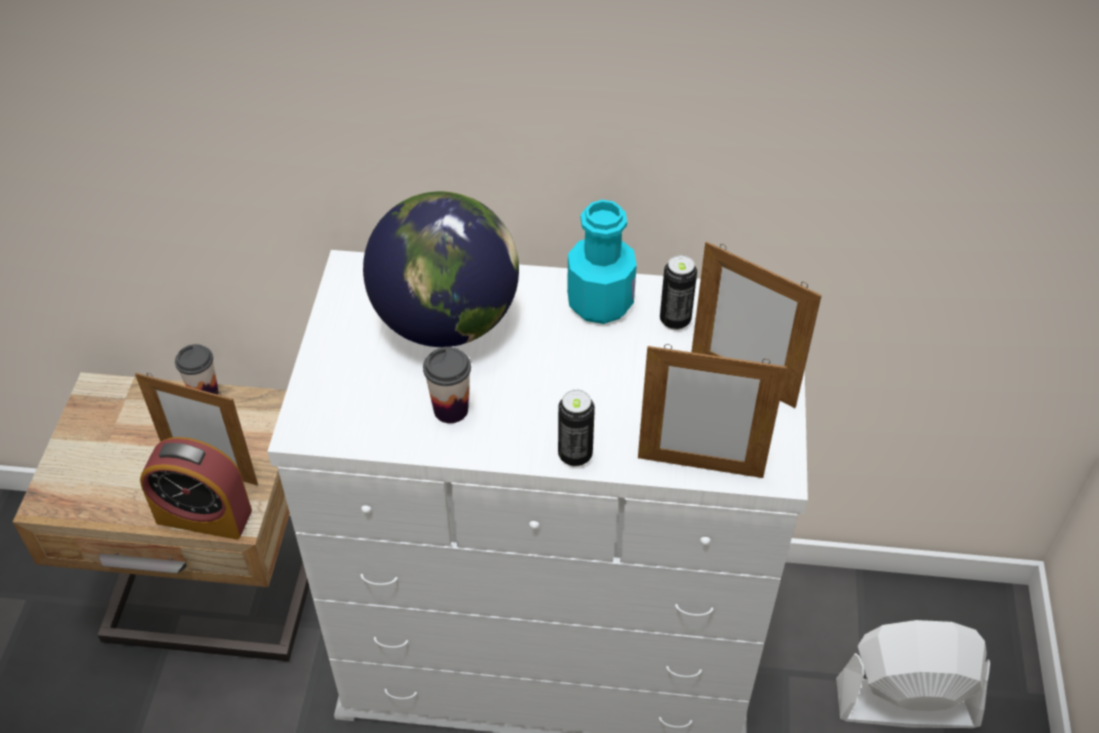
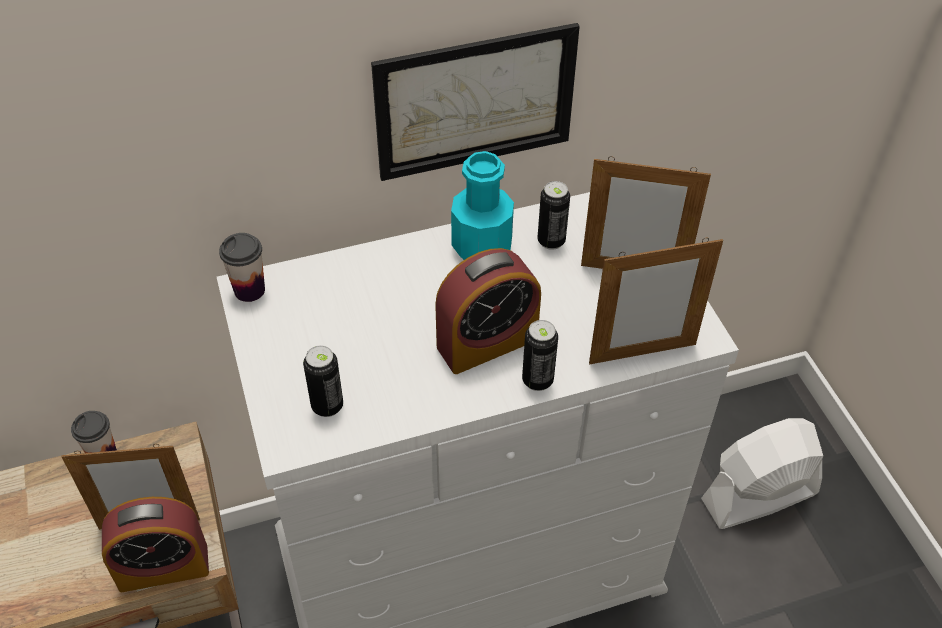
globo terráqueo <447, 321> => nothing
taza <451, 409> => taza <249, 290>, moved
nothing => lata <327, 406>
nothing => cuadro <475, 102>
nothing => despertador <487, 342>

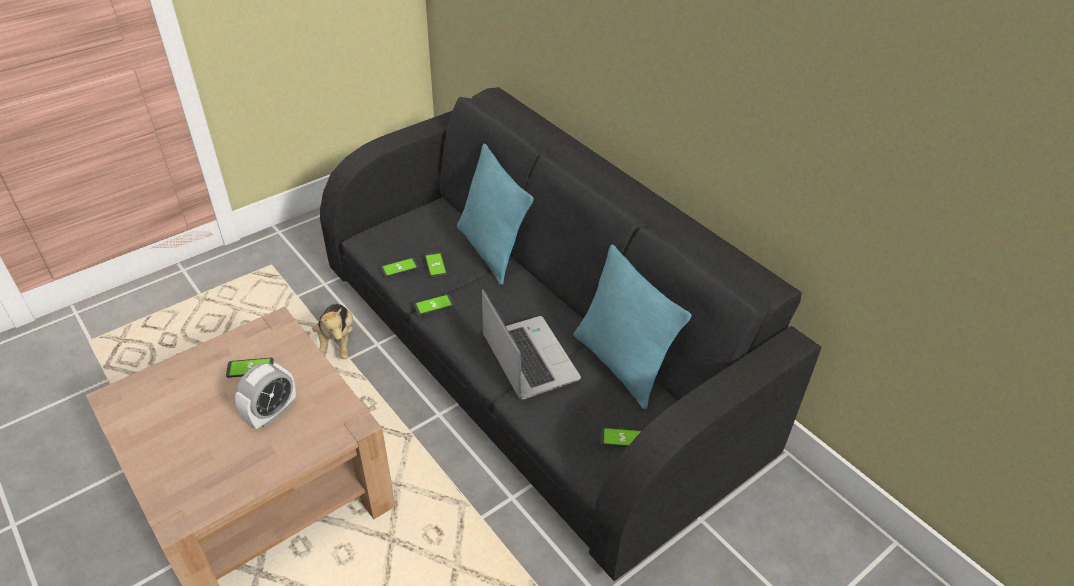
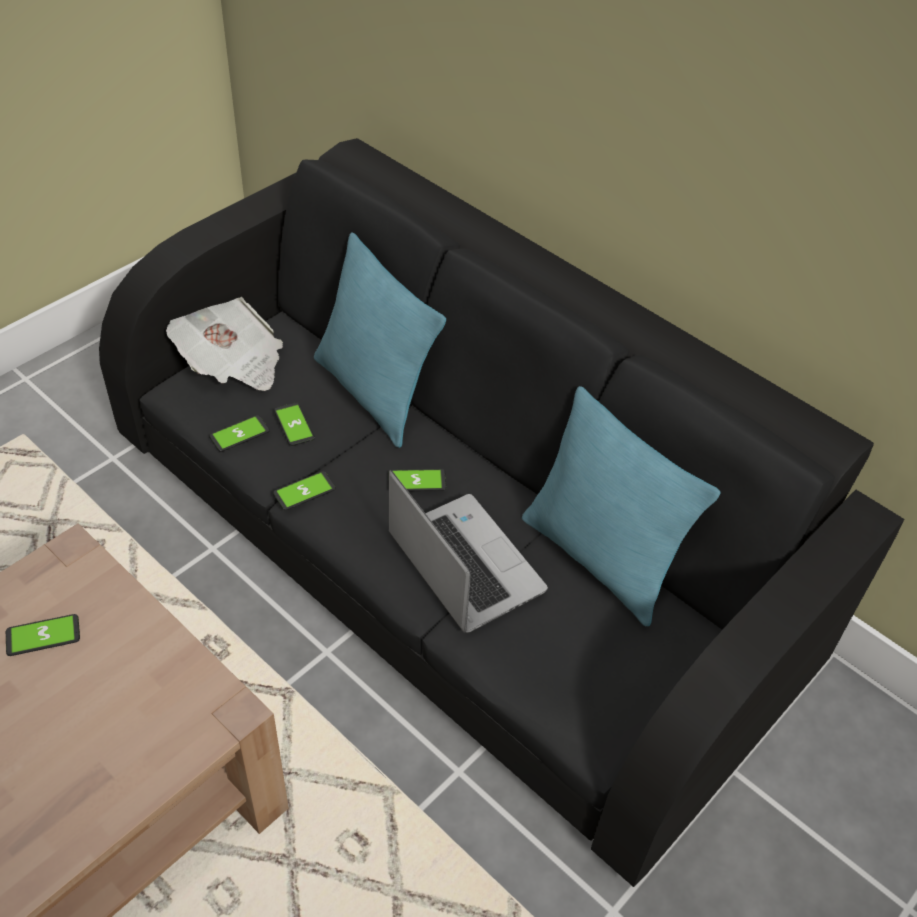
despertador <271, 413> => nothing
peluche <337, 342> => nothing
móvil <622, 438> => móvil <417, 481>, moved
nothing => periódico <230, 362>

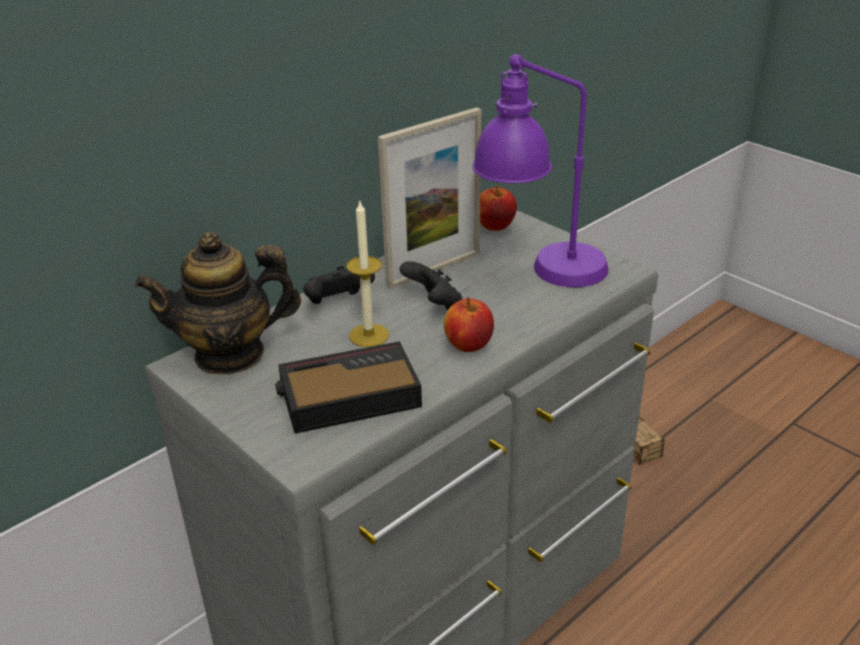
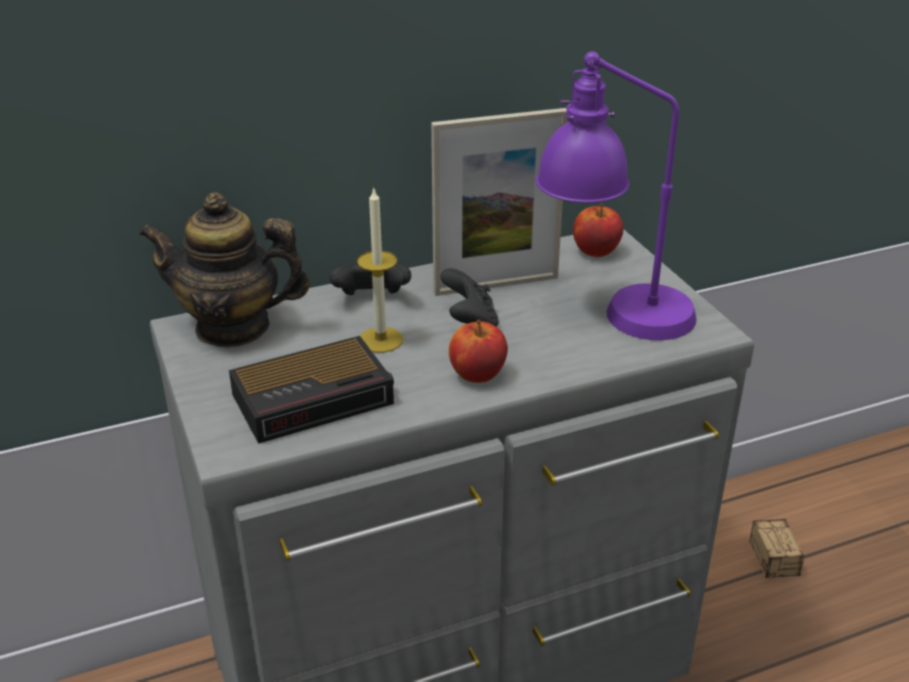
despertador <347, 397> => despertador <316, 398>, 150 degrees clockwise

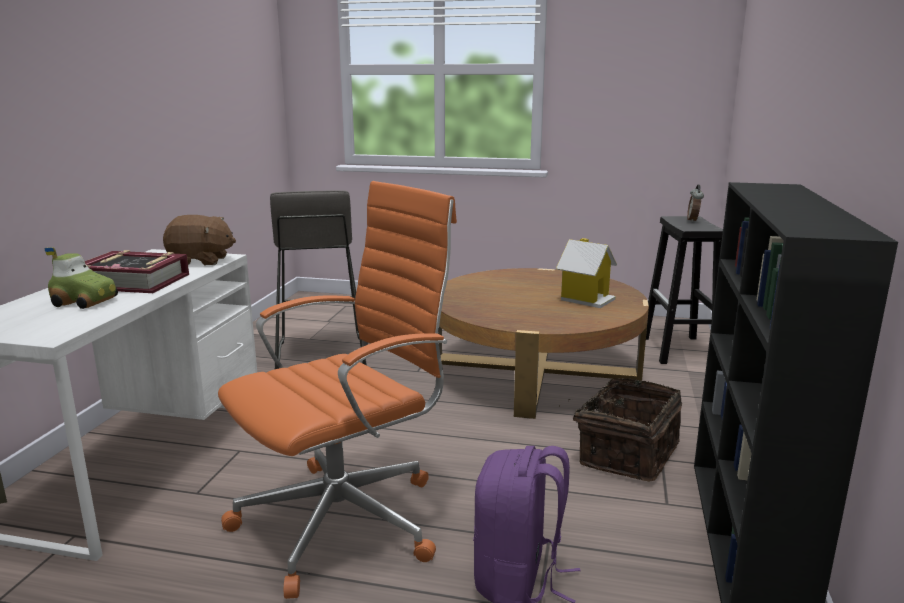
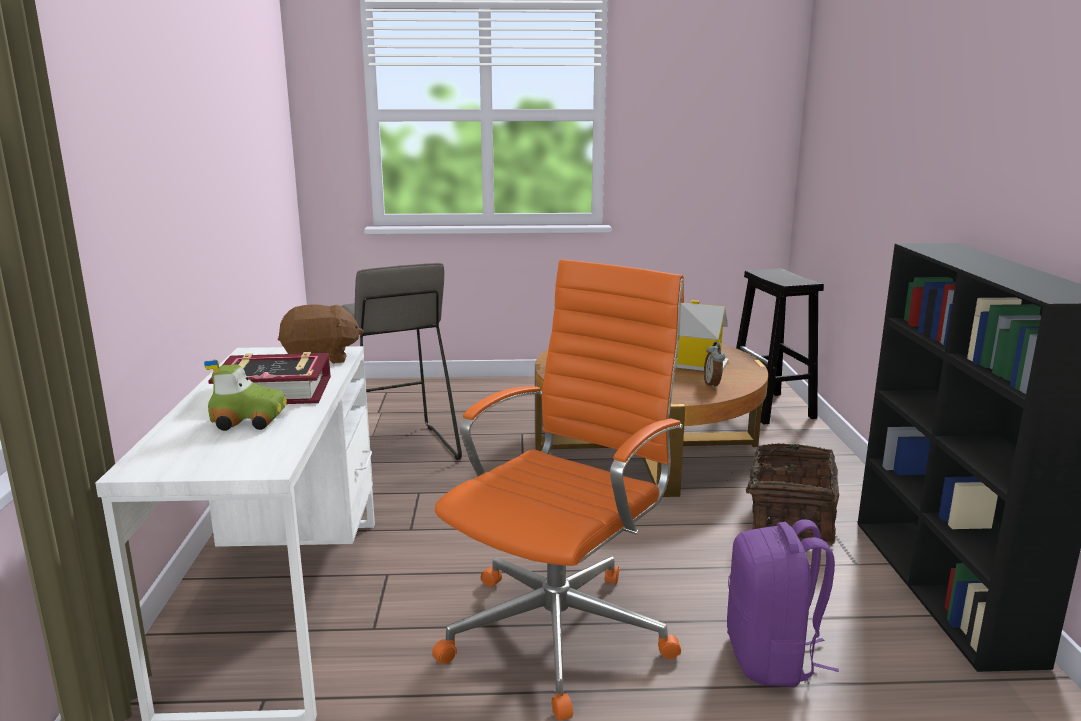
despertador <693, 220> => despertador <713, 385>, moved

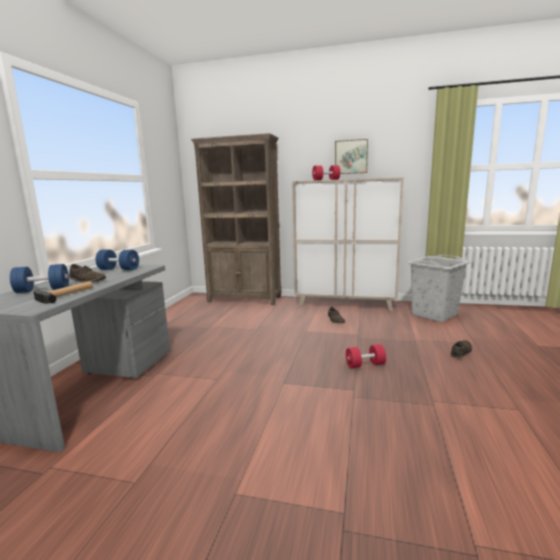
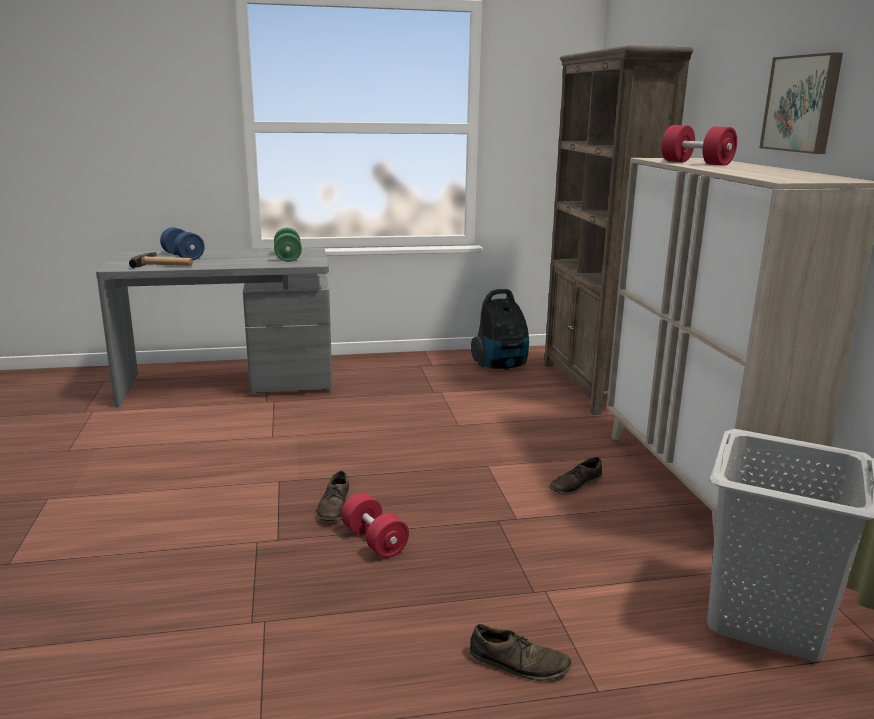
zapato [marrón] <87, 280> => zapato [marrón] <334, 507>, moved
mancuerna [azul] <119, 269> => mancuerna [verde] <288, 257>
nothing => aspiradora <501, 366>

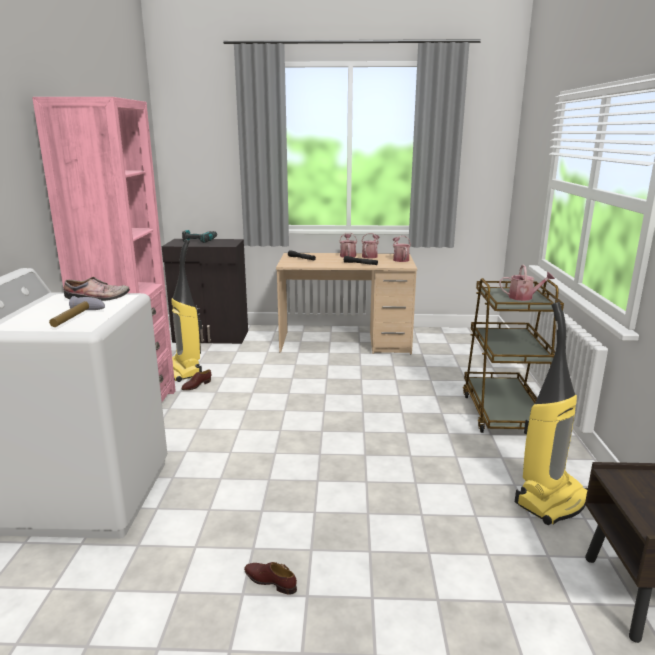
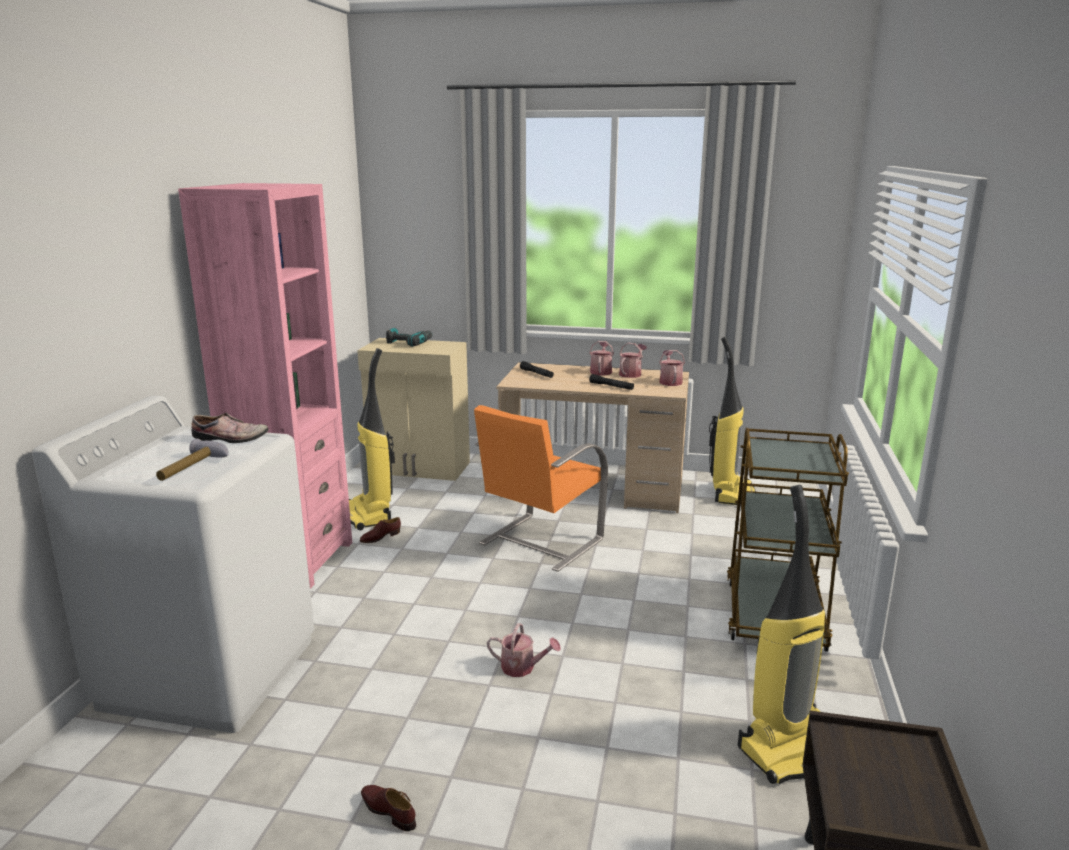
armario [negro] <211, 337> => armario [beis] <420, 468>
regadera <524, 297> => regadera <522, 668>, moved
nothing => silla [naranja] <539, 542>
nothing => aspiradora <731, 494>

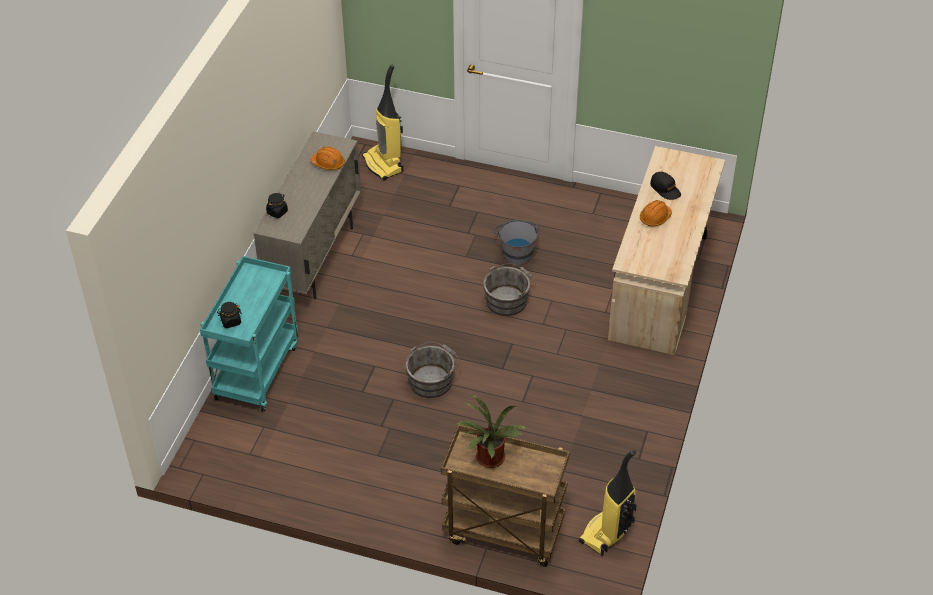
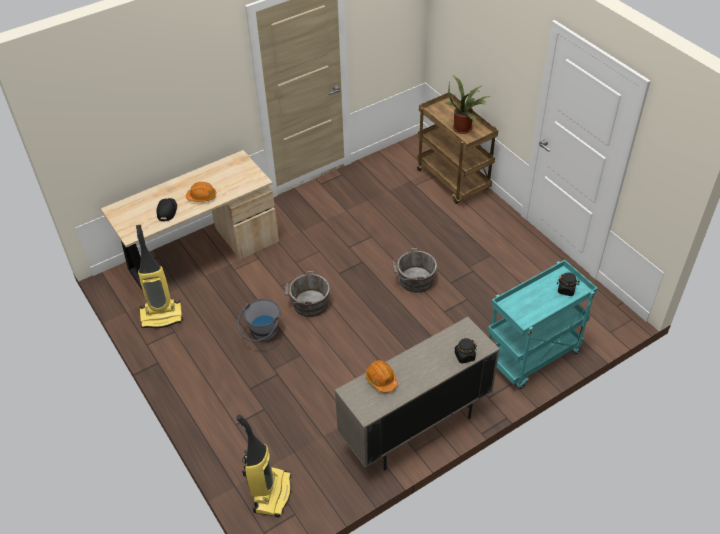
aspiradora <607, 533> => aspiradora <162, 316>, moved

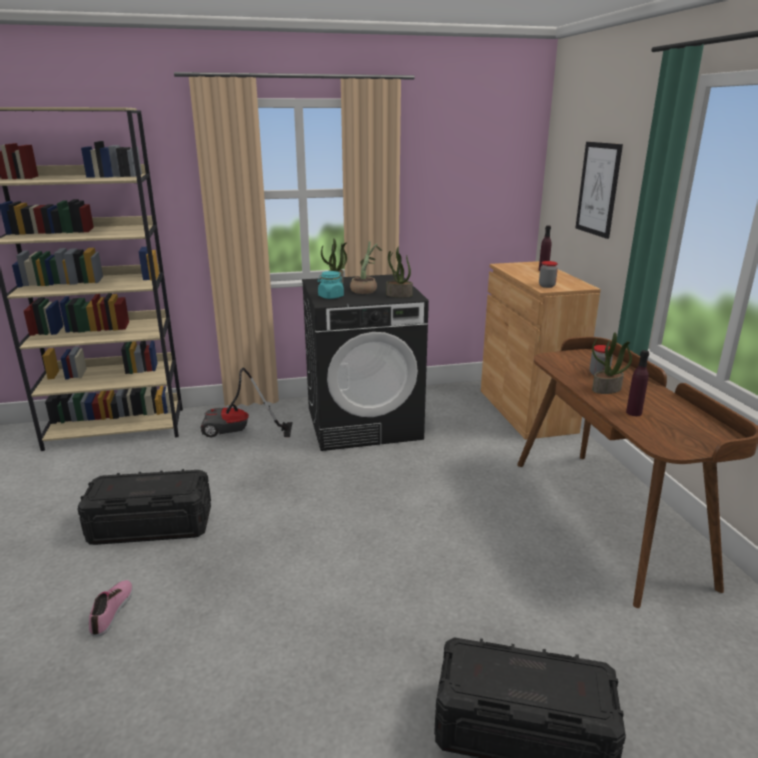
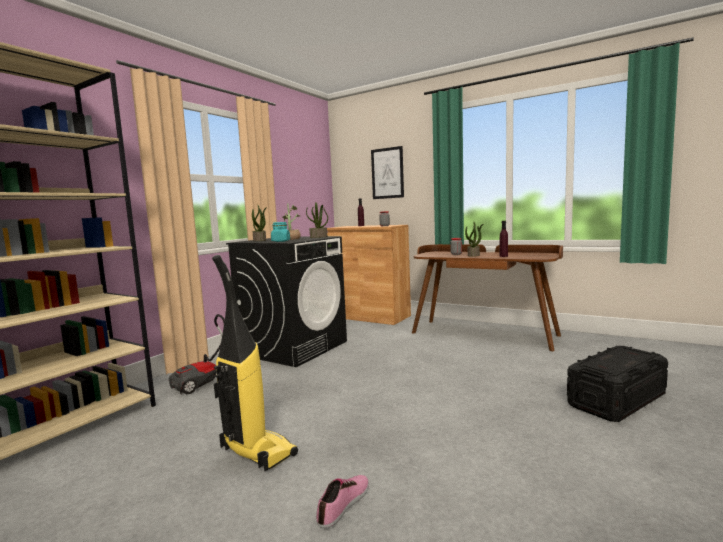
caja de almacenaje [negro] <151, 525> => aspiradora <256, 452>
zapato <112, 610> => zapato <344, 504>, 75 degrees clockwise

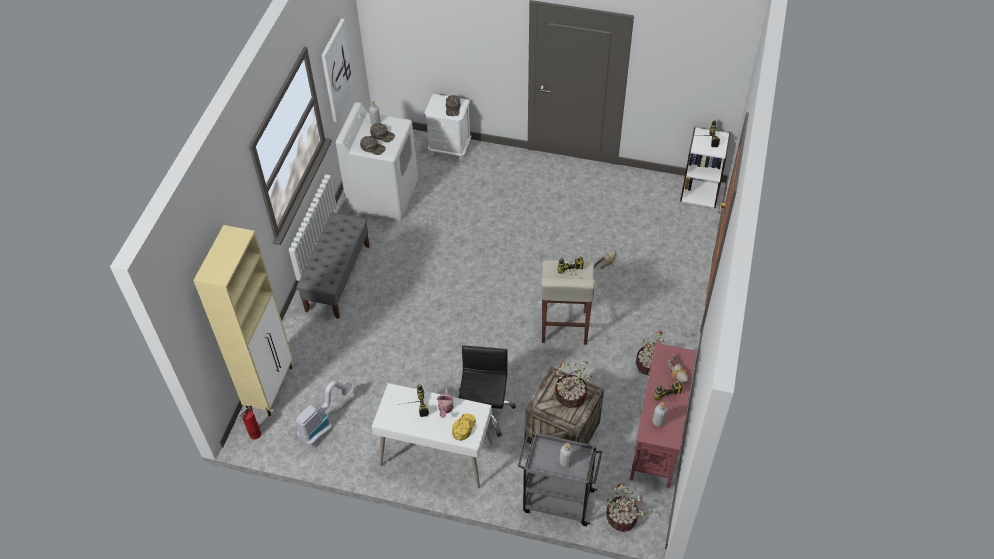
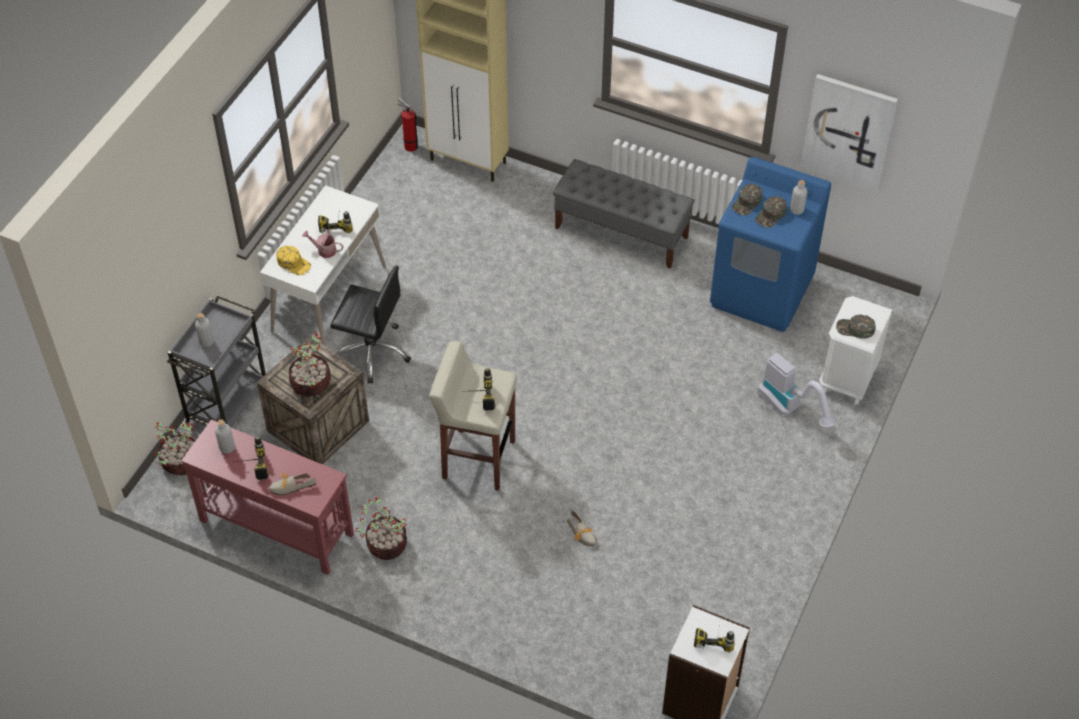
aspiradora <324, 424> => aspiradora <791, 409>, moved
lavadora [blanco] <383, 195> => lavadora [azul] <762, 292>

